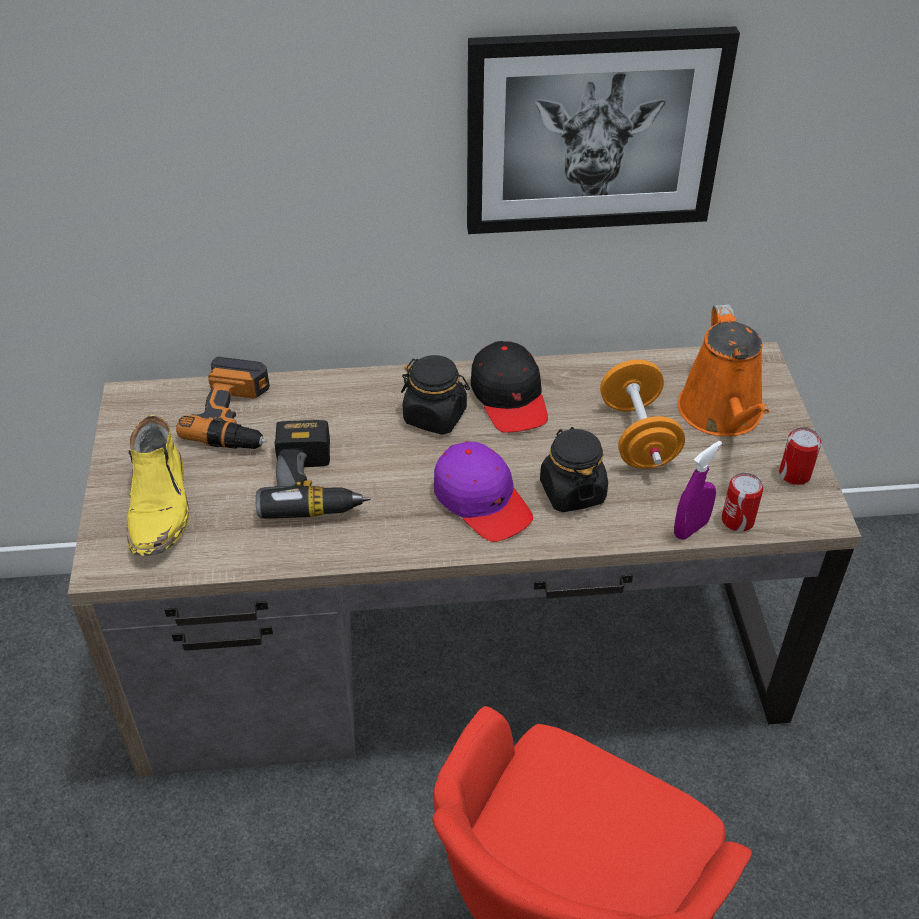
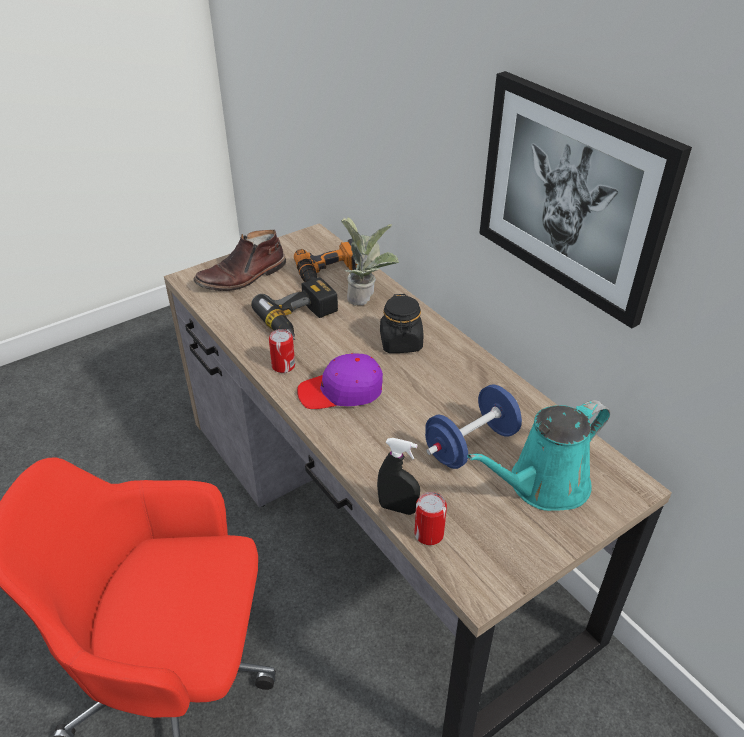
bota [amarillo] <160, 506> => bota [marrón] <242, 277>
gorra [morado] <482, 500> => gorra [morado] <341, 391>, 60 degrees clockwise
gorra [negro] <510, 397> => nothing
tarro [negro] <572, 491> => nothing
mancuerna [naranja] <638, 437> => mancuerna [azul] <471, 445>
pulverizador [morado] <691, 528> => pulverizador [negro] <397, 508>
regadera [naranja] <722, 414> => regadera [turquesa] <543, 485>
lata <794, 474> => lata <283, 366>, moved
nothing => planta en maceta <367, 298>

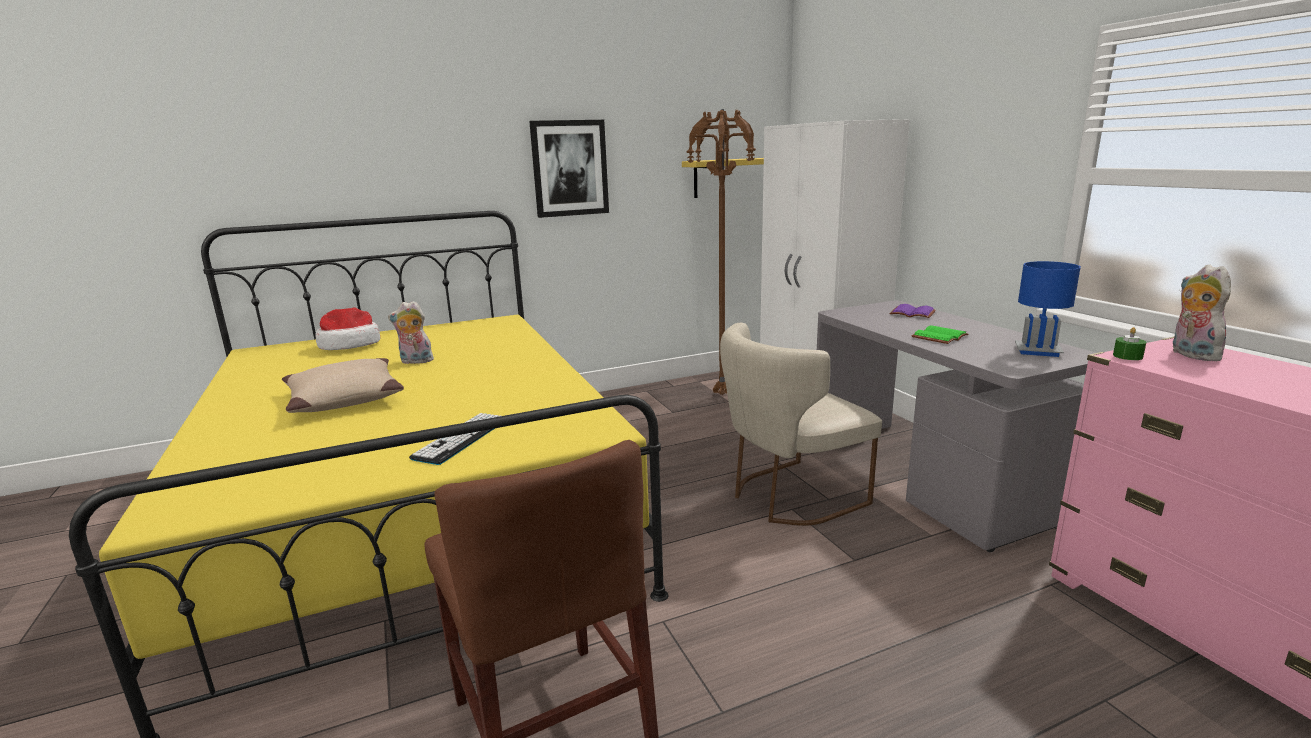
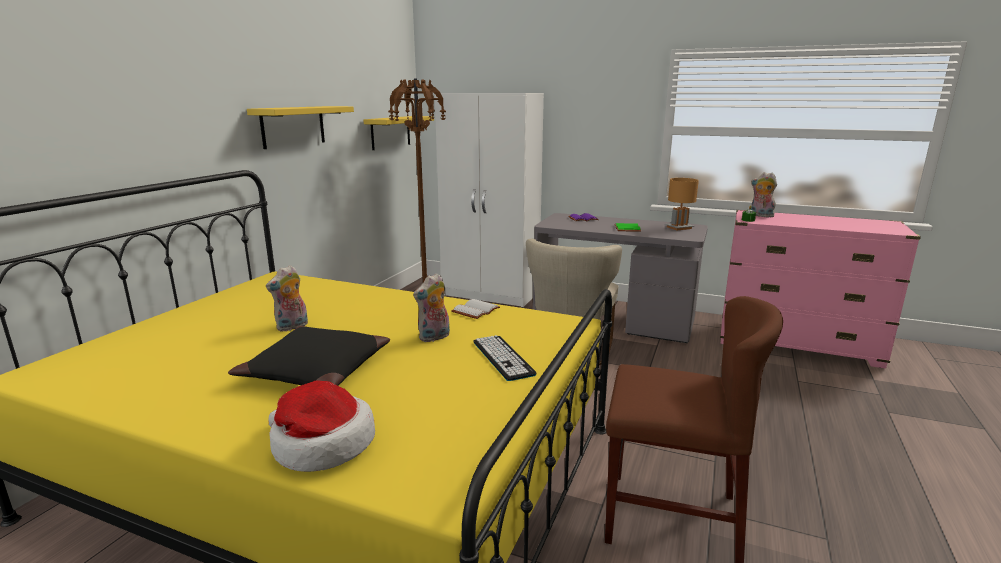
cojín [beis] <344, 398> => cojín [negro] <315, 370>
sombrero <350, 345> => sombrero <321, 444>, moved
cuadro <570, 168> => estante [amarillo] <293, 126>
lámpara de mesa [azul] <1037, 351> => lámpara de mesa [marrón] <679, 228>
nothing => peluche <434, 337>
nothing => libro [blanco] <475, 310>

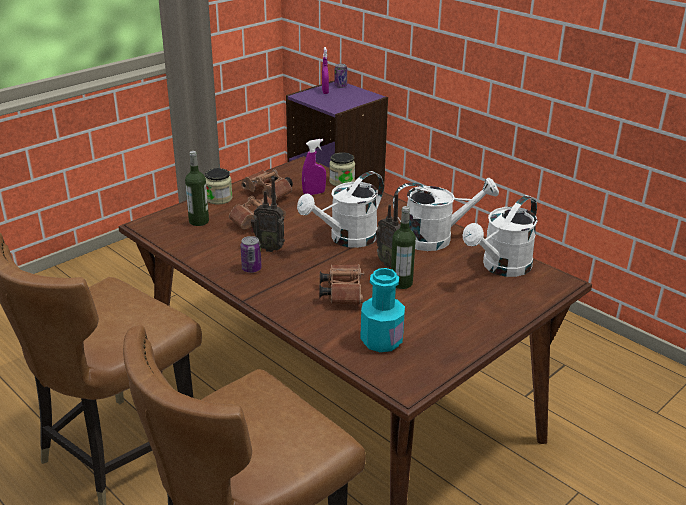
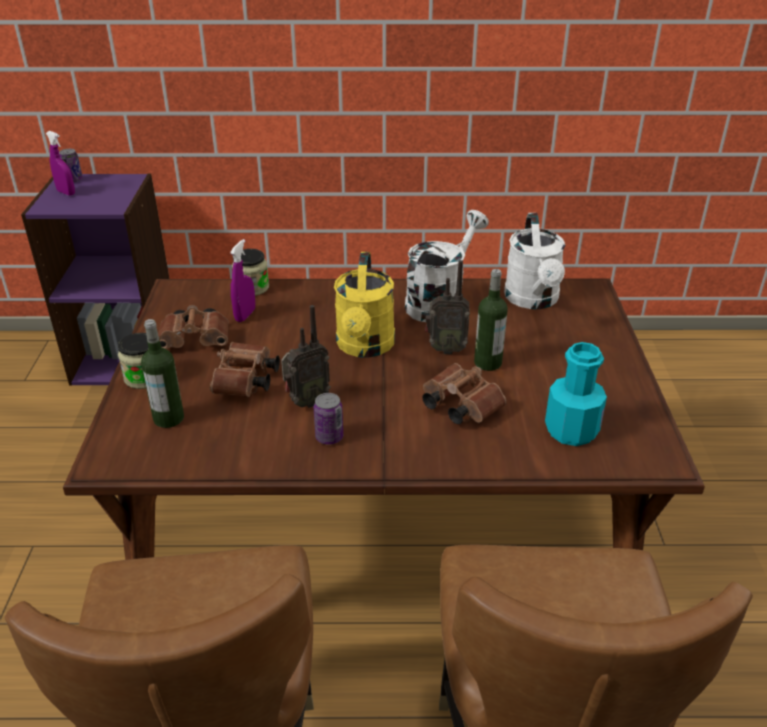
regadera [blanco] <347, 239> => regadera [amarillo] <365, 347>

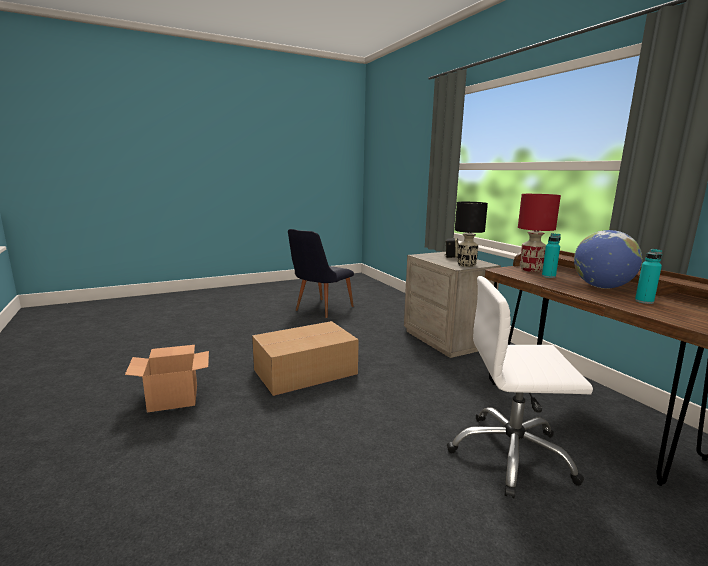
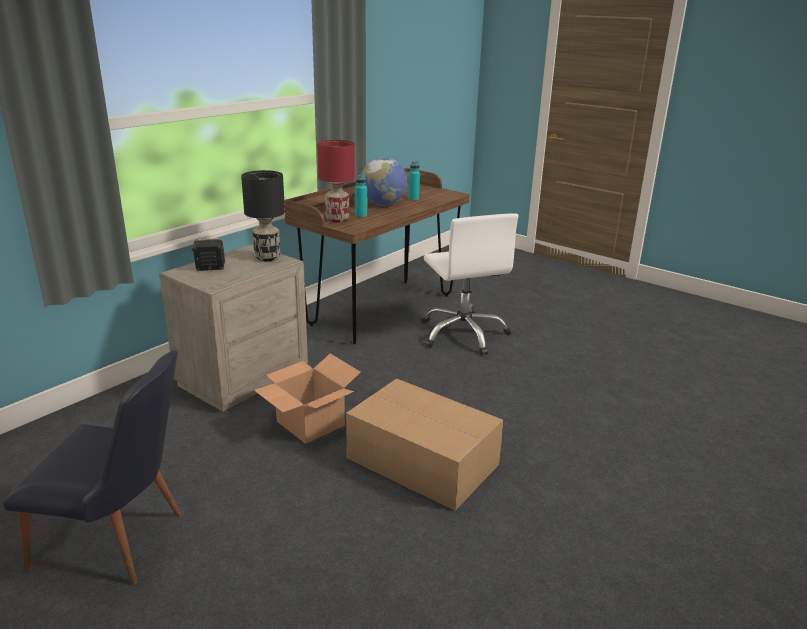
caja de cartón <172, 398> => caja de cartón <311, 423>, moved

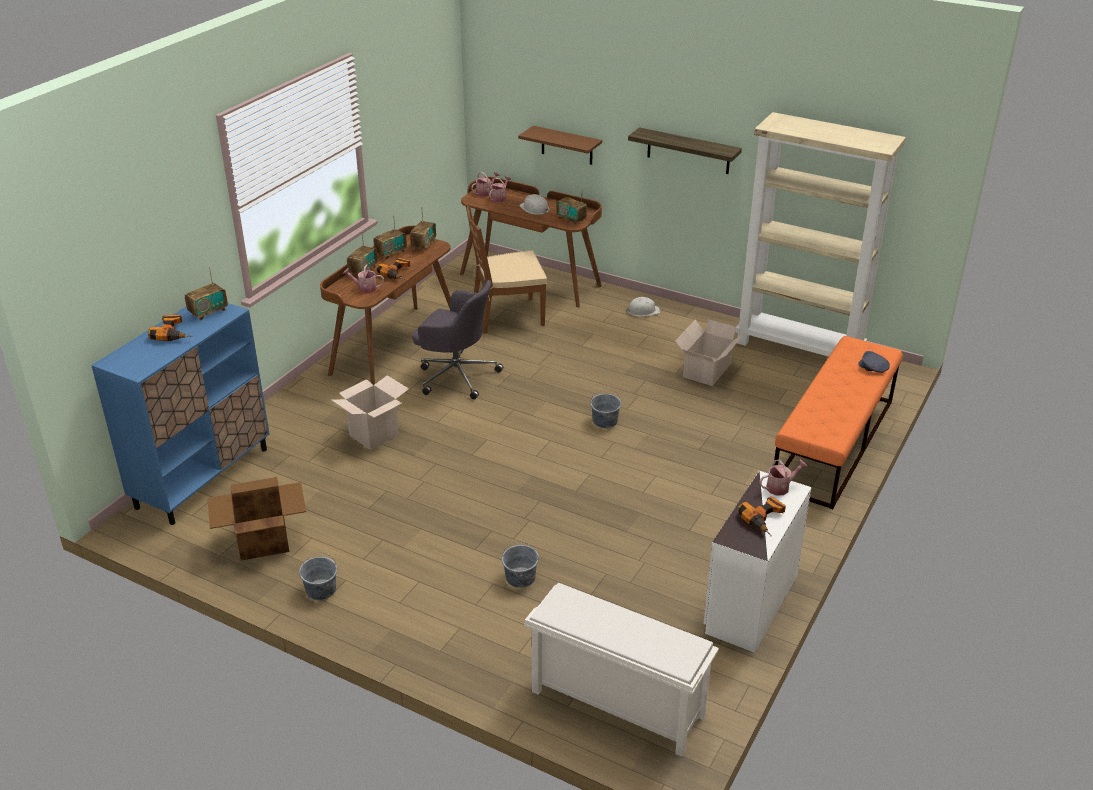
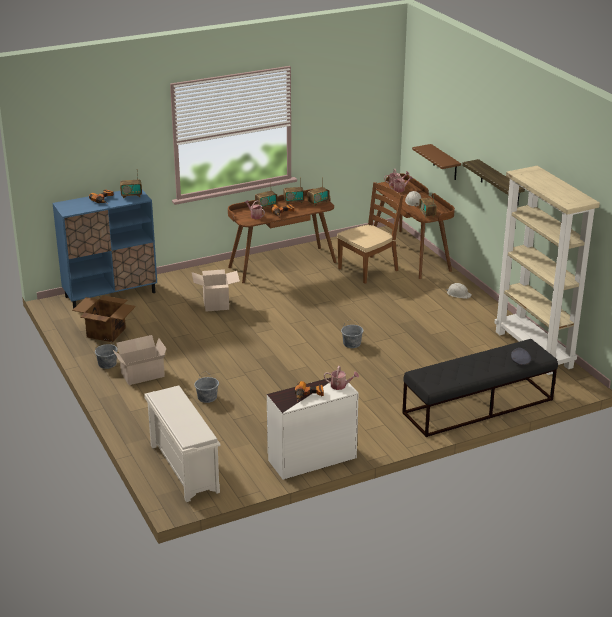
silla de oficina [gris] <456, 375> => nothing
silla [marrón] <507, 316> => silla [marrón] <368, 269>, 120 degrees clockwise
caja de cartón <706, 371> => caja de cartón <141, 375>, moved
banco [naranja] <833, 444> => banco [negro] <477, 406>

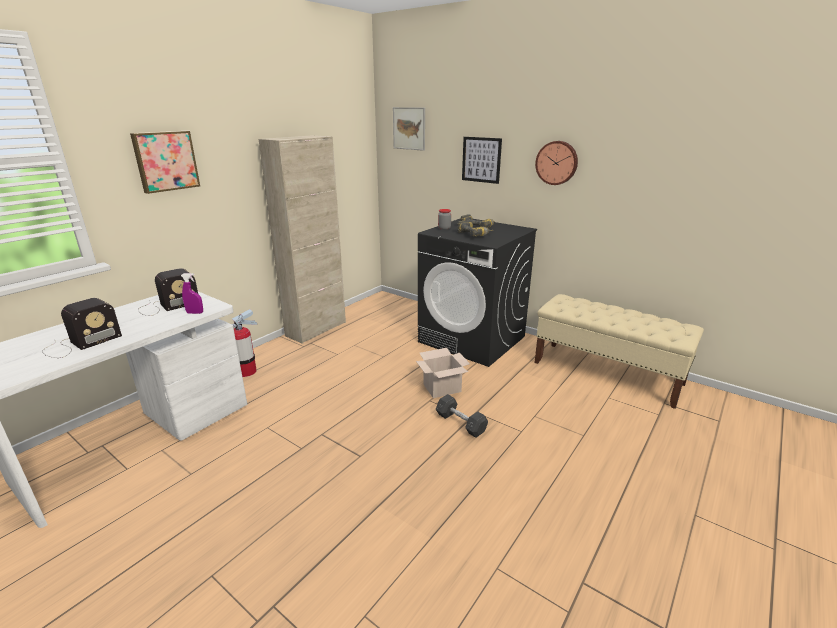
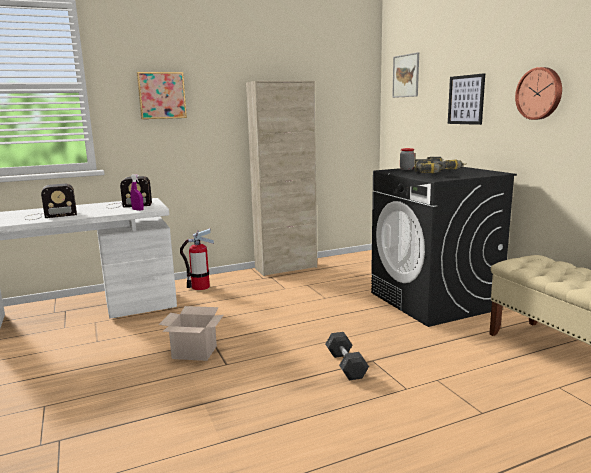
caja de cartón <441, 388> => caja de cartón <193, 352>, moved

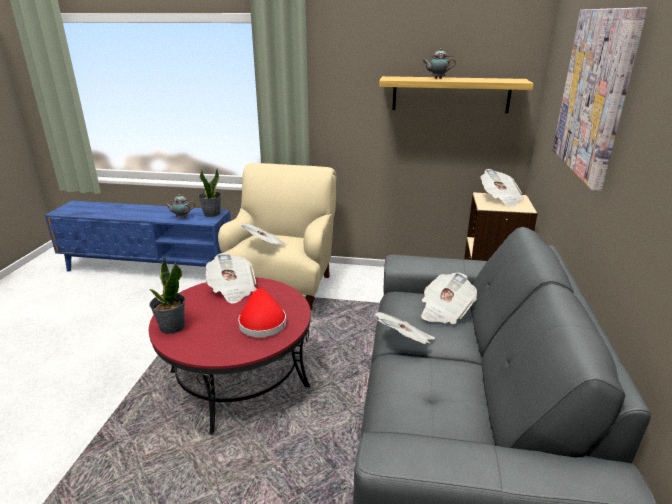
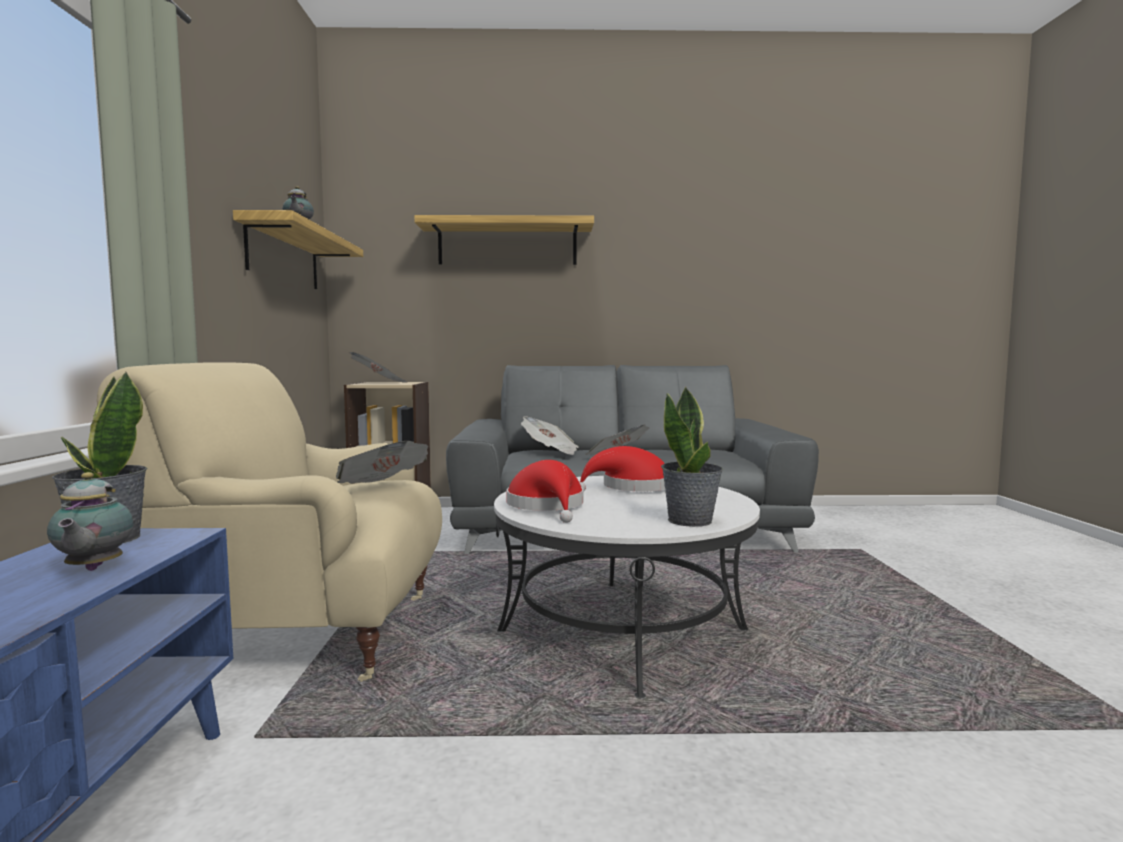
mesa de centro [rojo] <239, 380> => mesa de centro [blanco] <623, 631>
periódico <232, 290> => sombrero [rojo] <547, 506>
cuadro <595, 93> => estante <507, 244>

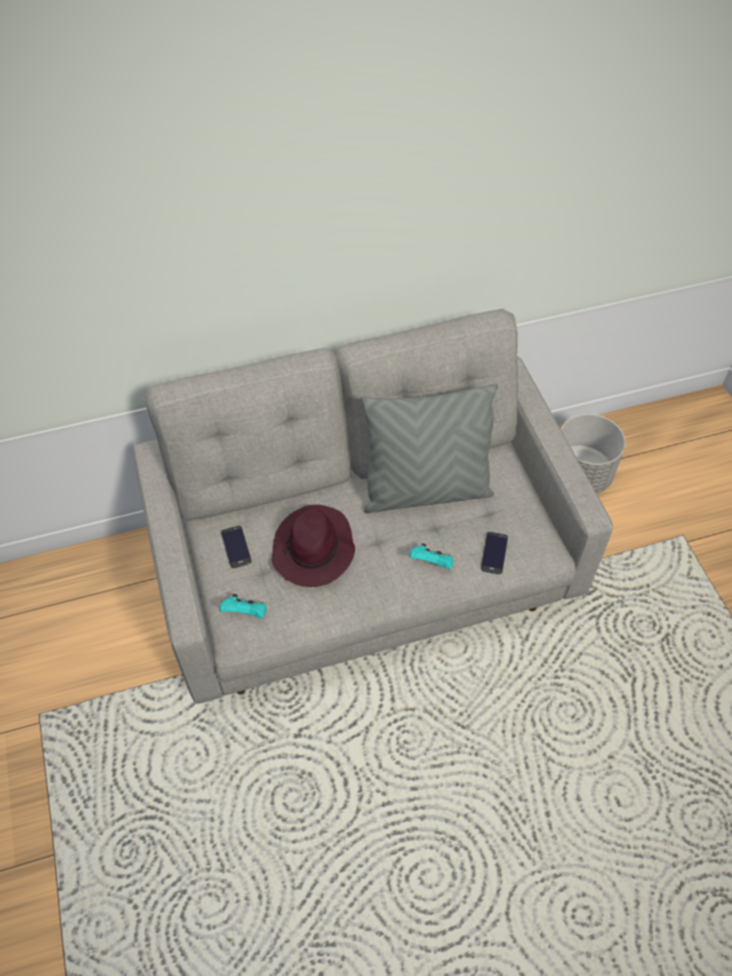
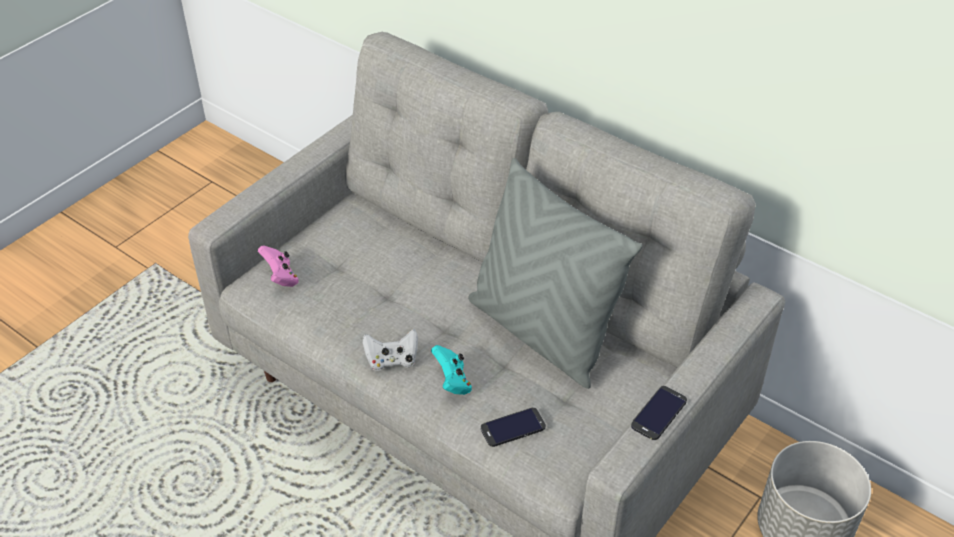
mando de consola [turquesa] <246, 613> => mando de consola [rosa] <281, 277>
móvil <236, 547> => móvil <658, 413>, moved
sombrero [morado] <313, 550> => nothing
nothing => mando de consola [blanco] <392, 360>

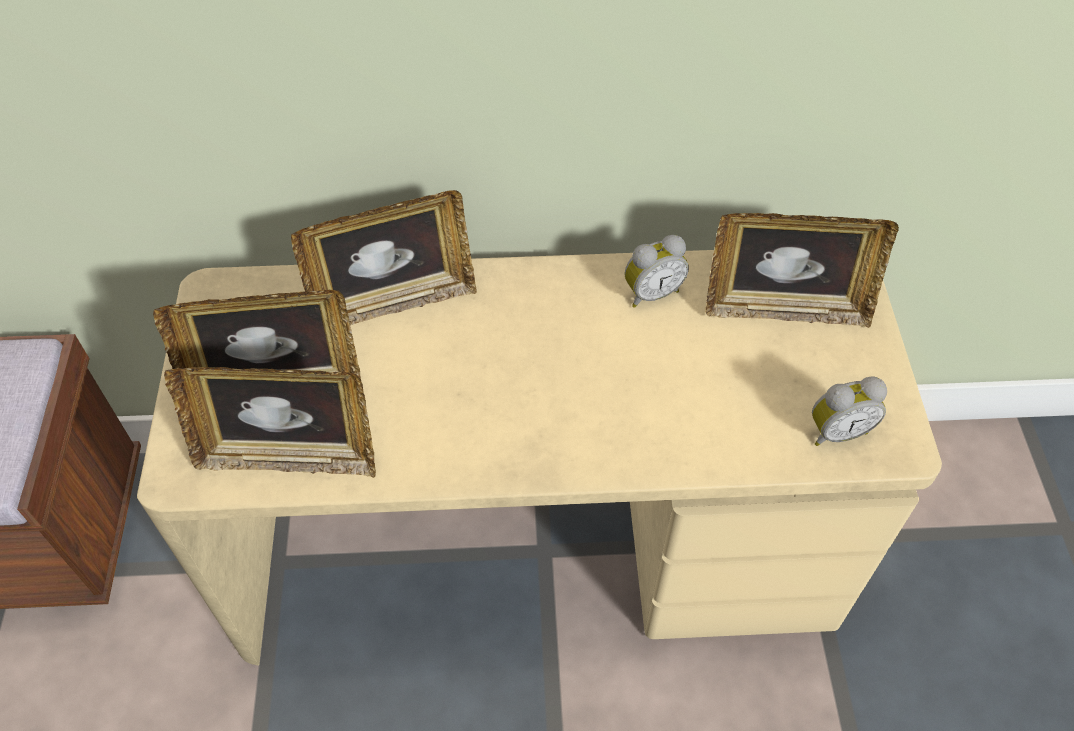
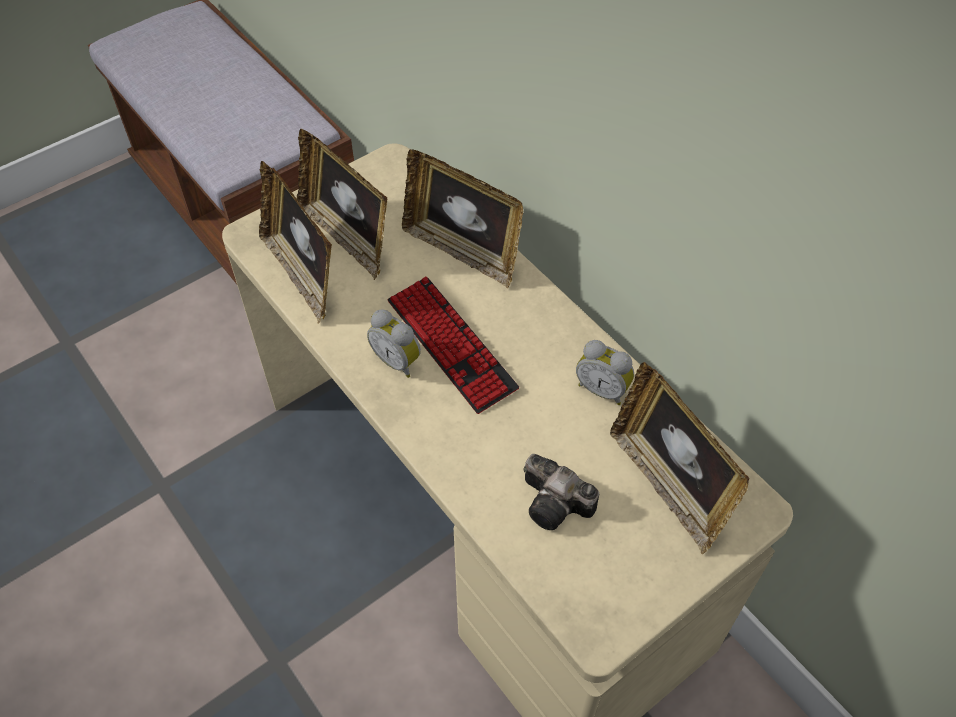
despertador <836, 430> => despertador <398, 360>, moved
nothing => teclado <451, 345>
nothing => cámara <557, 505>

